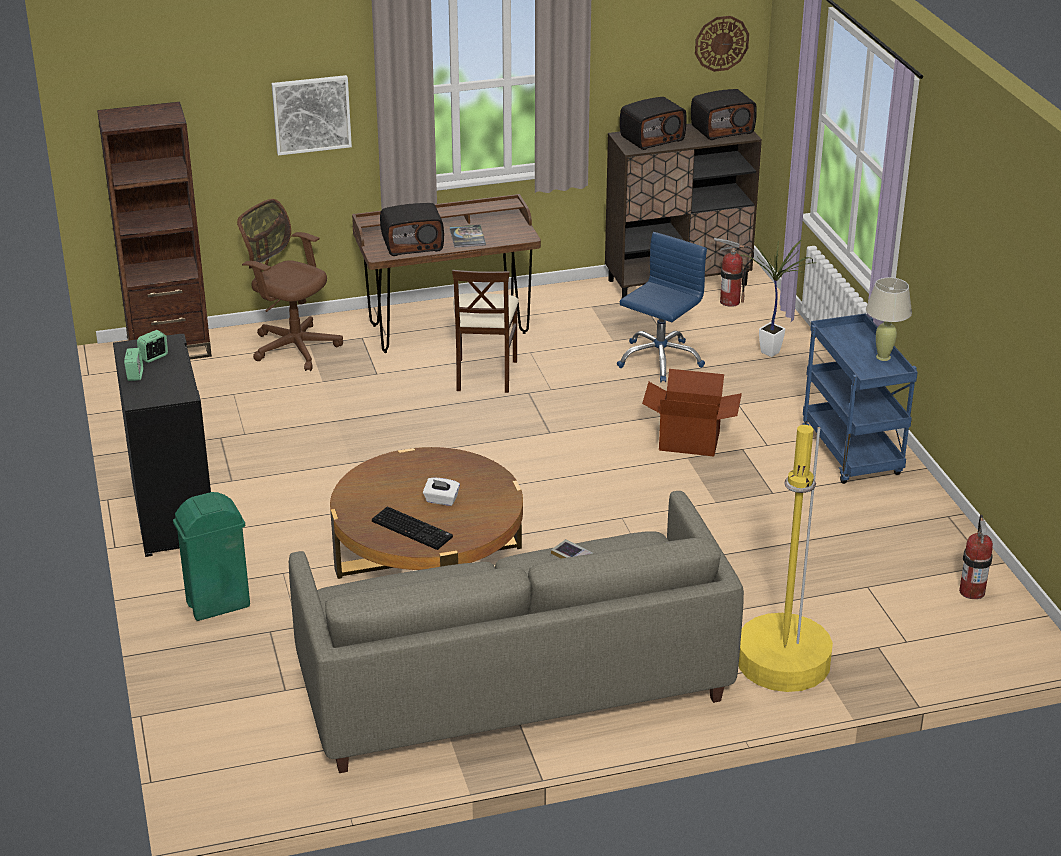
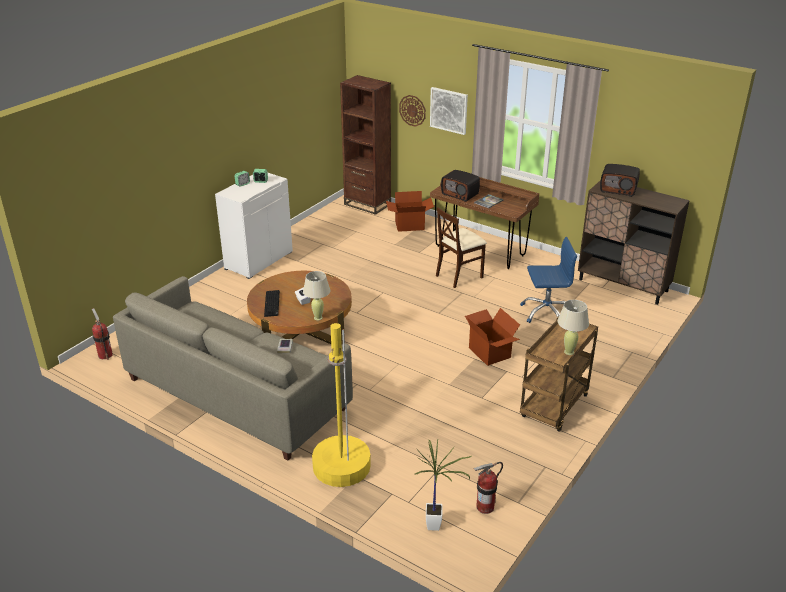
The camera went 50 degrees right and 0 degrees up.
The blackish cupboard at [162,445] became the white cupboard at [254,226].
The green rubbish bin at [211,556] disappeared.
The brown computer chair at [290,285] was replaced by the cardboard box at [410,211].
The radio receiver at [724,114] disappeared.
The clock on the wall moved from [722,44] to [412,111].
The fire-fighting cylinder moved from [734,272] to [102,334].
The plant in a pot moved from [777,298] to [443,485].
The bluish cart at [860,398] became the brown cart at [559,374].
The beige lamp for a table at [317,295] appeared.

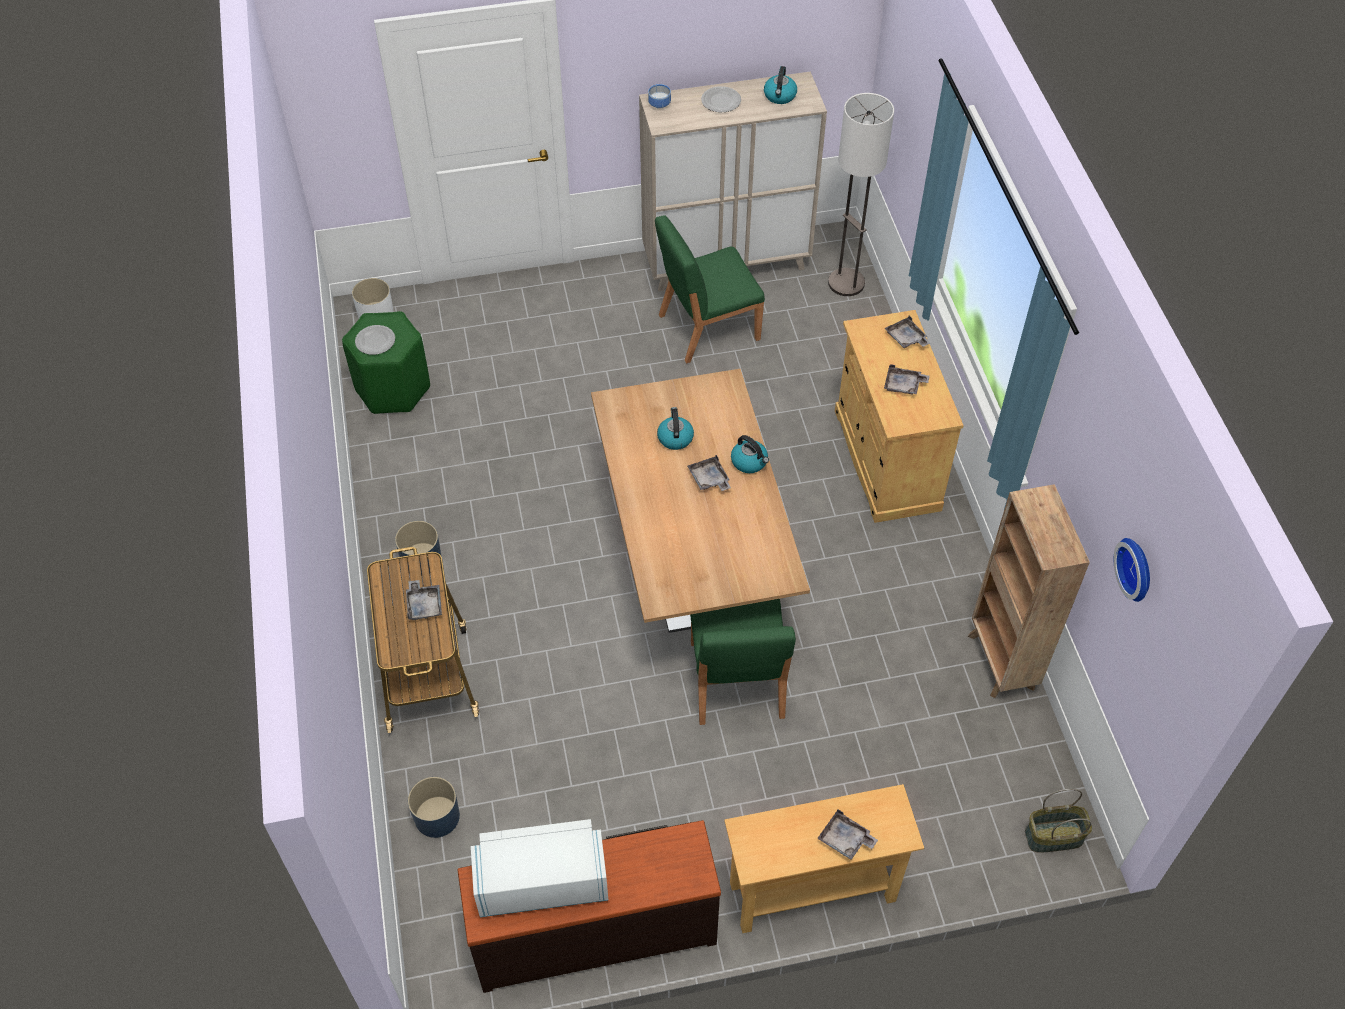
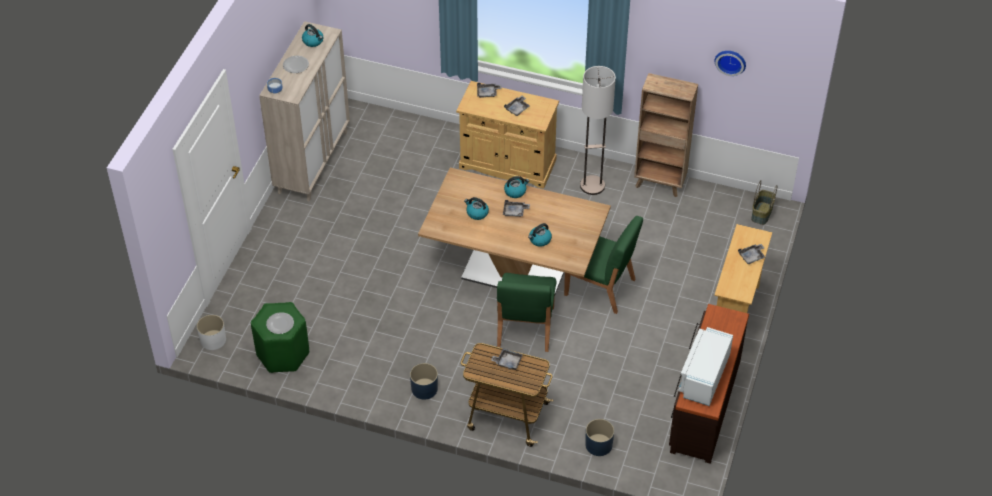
The camera went 60 degrees left and 5 degrees down.
The green chair moved from [710,289] to [526,312].
The standard lamp moved from [861,194] to [598,130].
The kettle at [540,235] appeared.

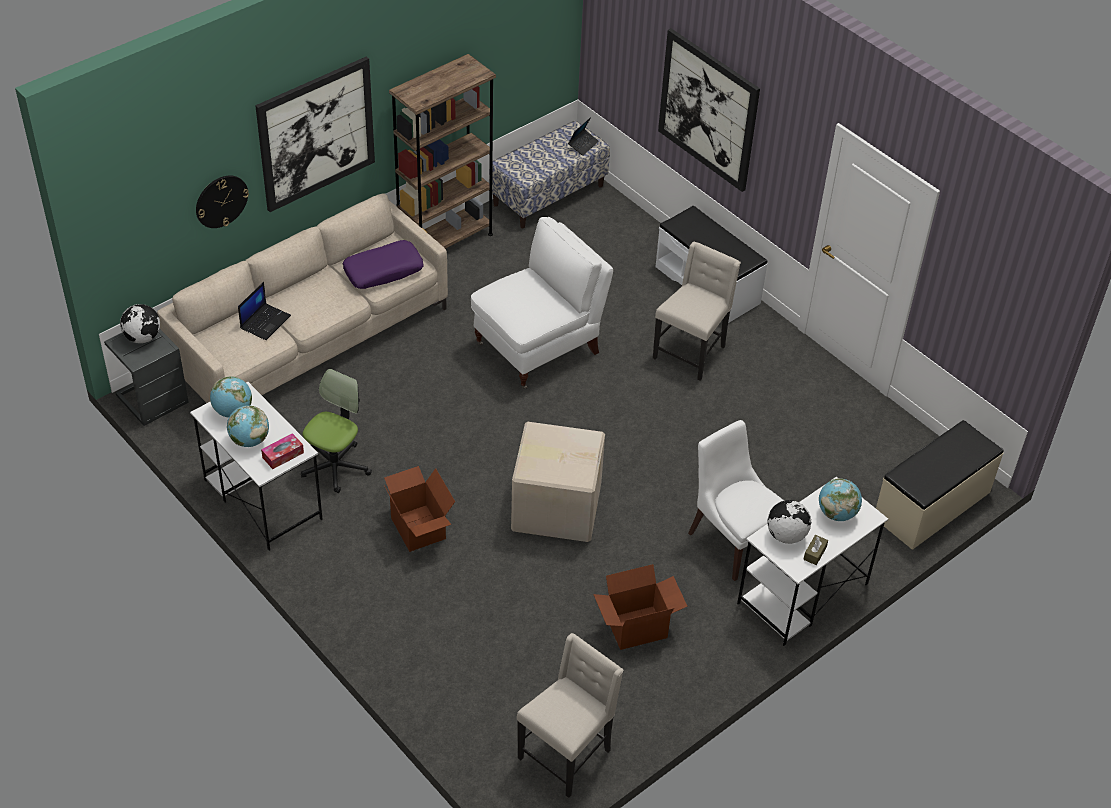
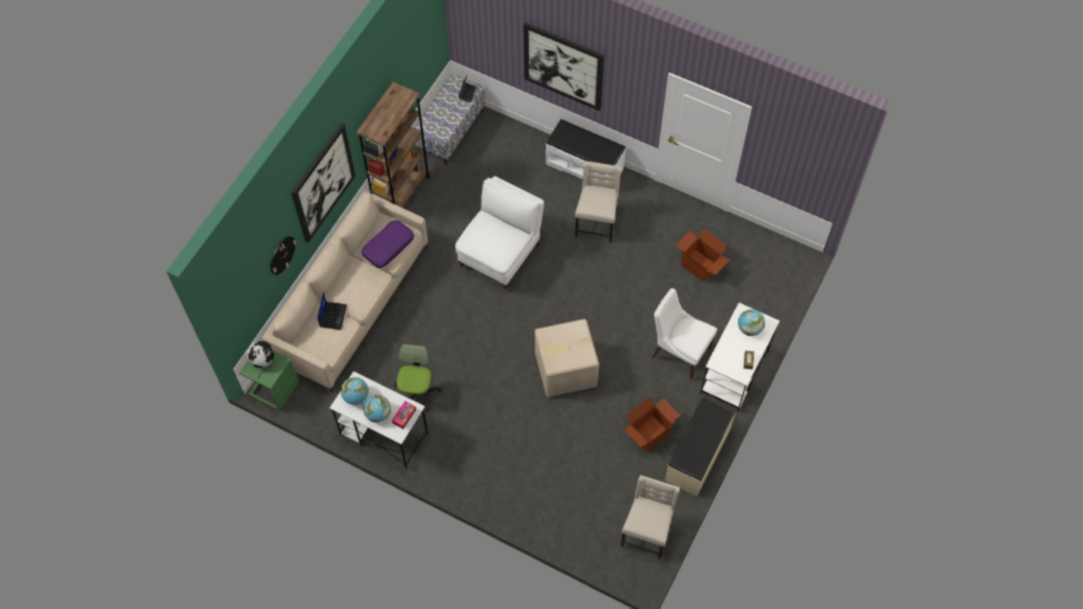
The camera went 20 degrees left and 15 degrees up.
The greyish end table at [146,377] became the green end table at [269,381].
The cardboard box moved from [419,509] to [703,255].
The globe at [789,522] disappeared.
The beige long seat moved from [940,485] to [700,447].

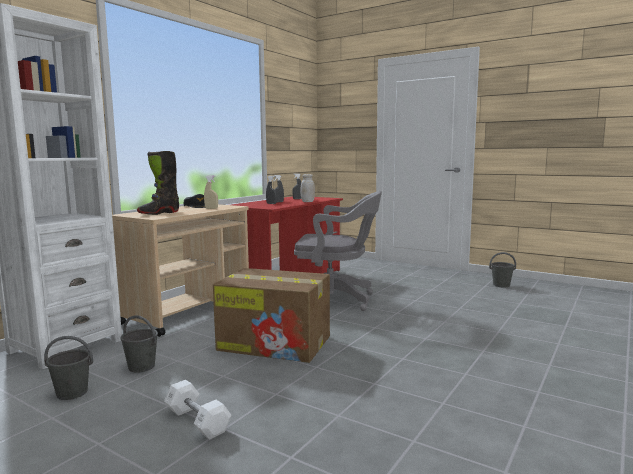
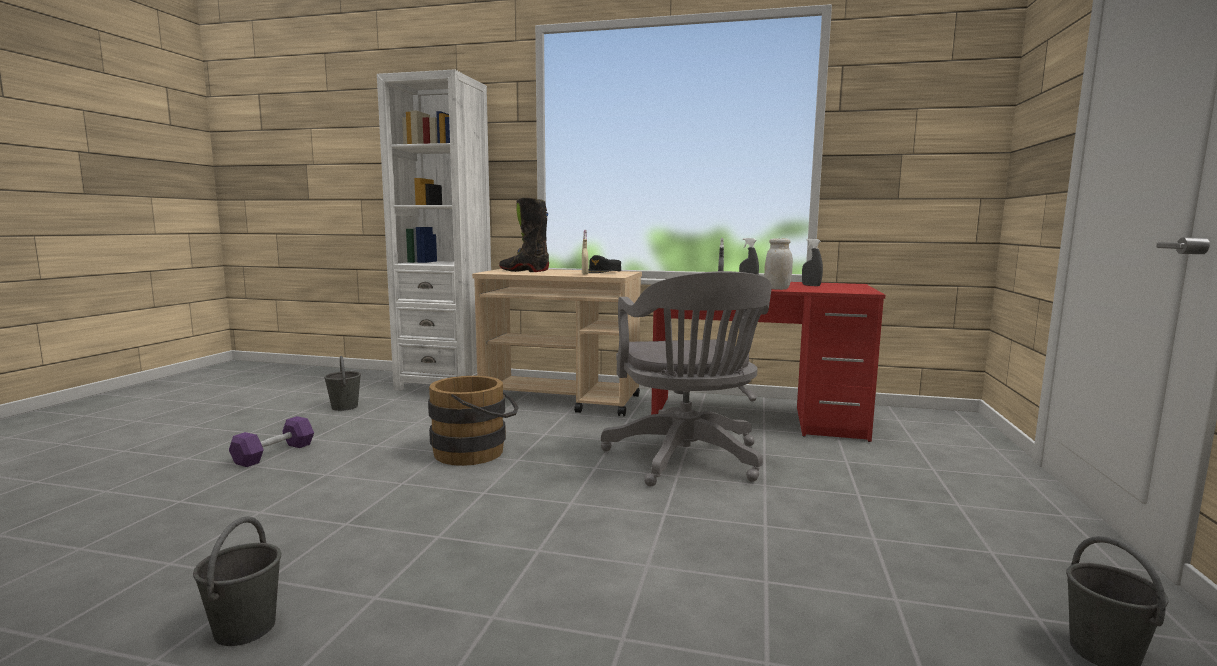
The camera went 70 degrees right and 0 degrees up.
The greyish water bucket moved from [139,344] to [237,581].
The white hand weight at [197,410] became the purple-coloured hand weight at [271,441].
The cardboard box at [271,315] was replaced by the brown water bucket at [473,421].

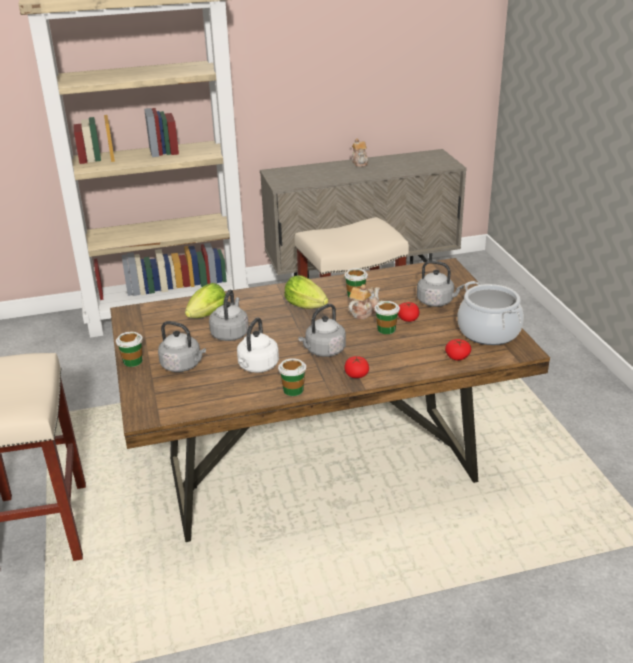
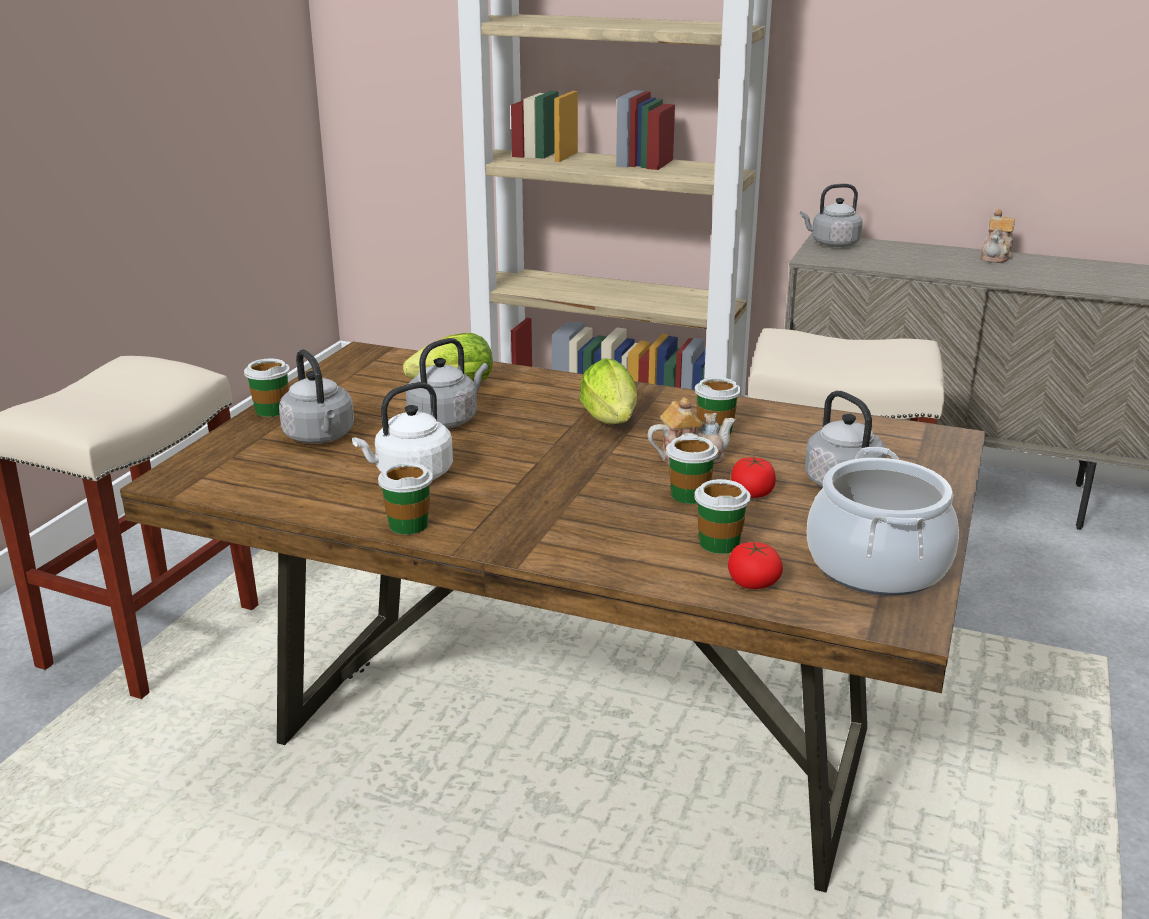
The camera went 35 degrees right and 5 degrees down.
The greyish kettle moved from [322,330] to [831,215].
The whole tomato at [356,367] disappeared.
The small cup at [722,516] appeared.

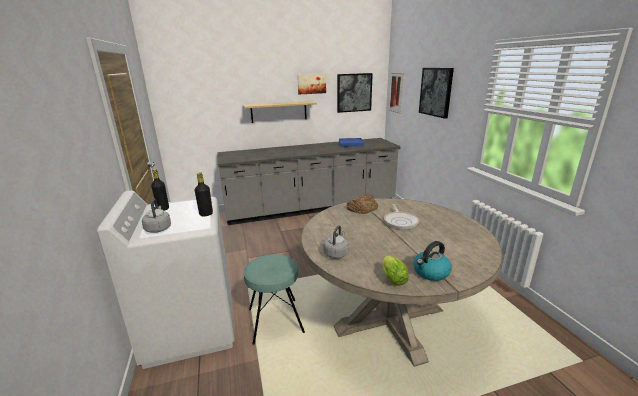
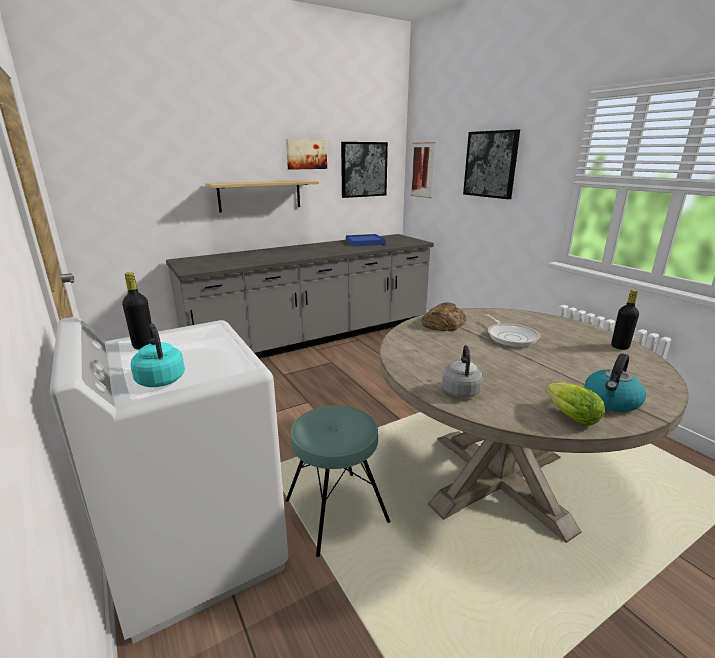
The camera went 15 degrees left and 0 degrees up.
The greyish kettle at [156,216] became the turquoise-coloured kettle at [158,355].
The blackish bottle moved from [204,194] to [625,319].

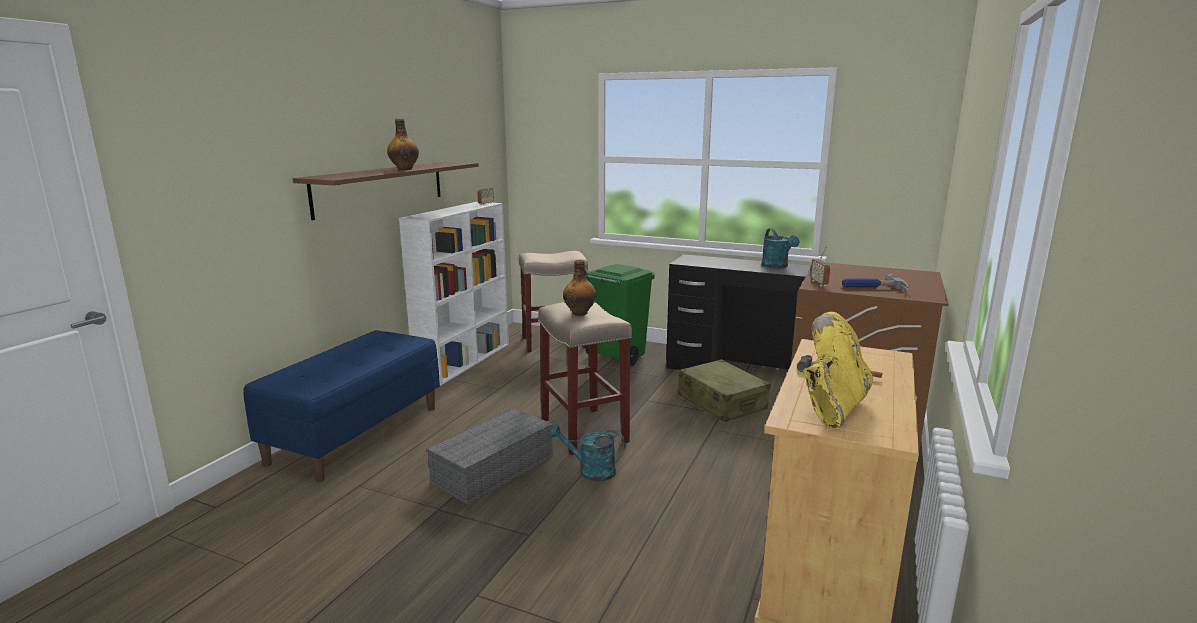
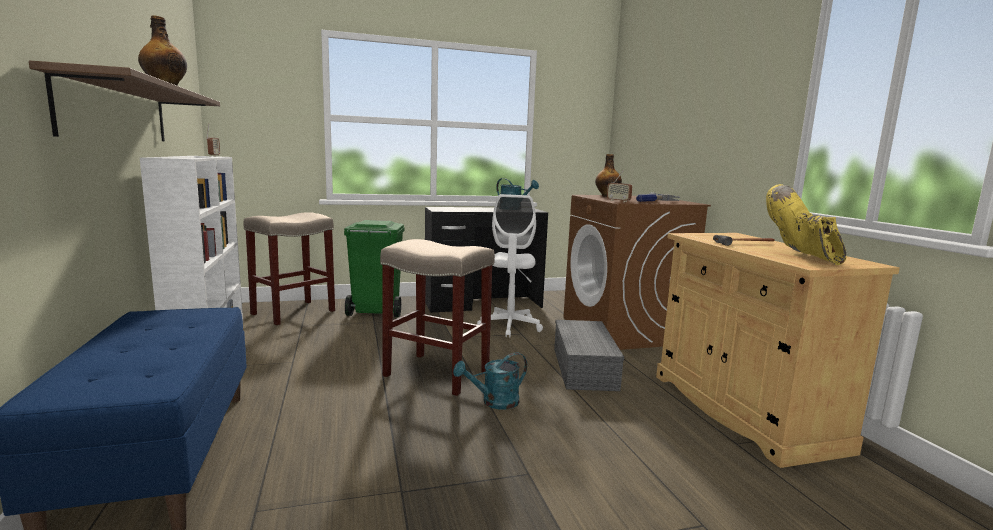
The camera went 40 degrees left and 5 degrees down.
The greyish storage bin moved from [489,457] to [589,355].
The bottle moved from [579,288] to [608,175].
The beige travel case at [724,390] was replaced by the white computer chair at [510,266].

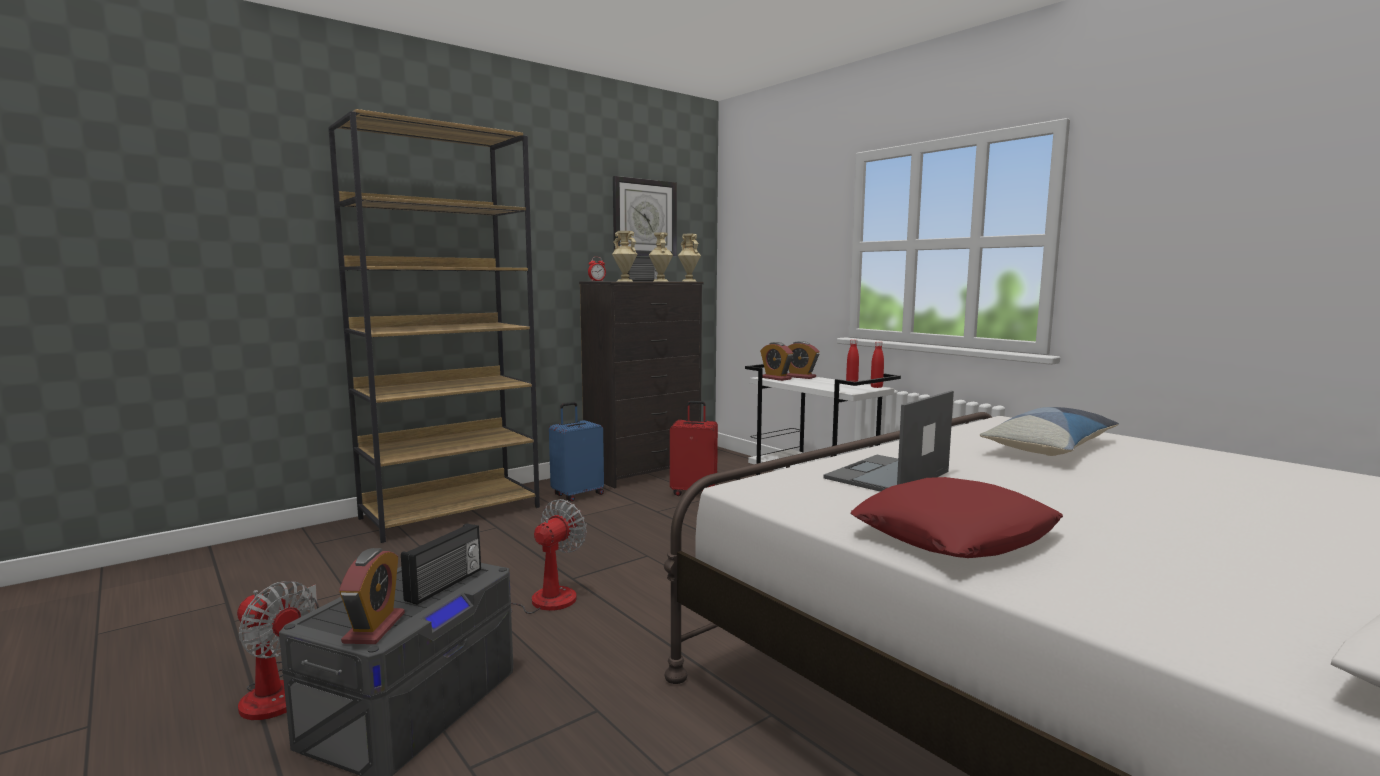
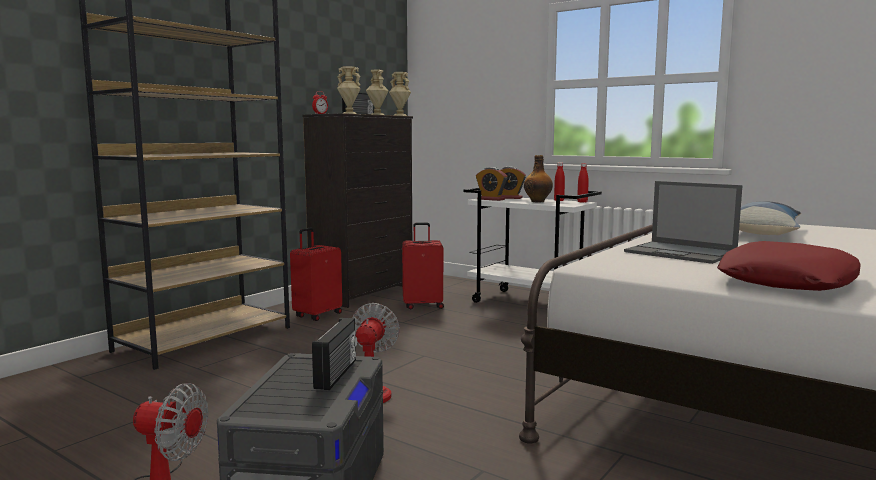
The camera went 15 degrees left and 0 degrees up.
The bedside clock at [372,596] disappeared.
The bluish travel case at [576,452] became the red-coloured travel case at [316,274].
The clock on the wall at [645,216] disappeared.
The portable computer at [888,441] turned 75 degrees counterclockwise.
The bottle at [538,178] appeared.

